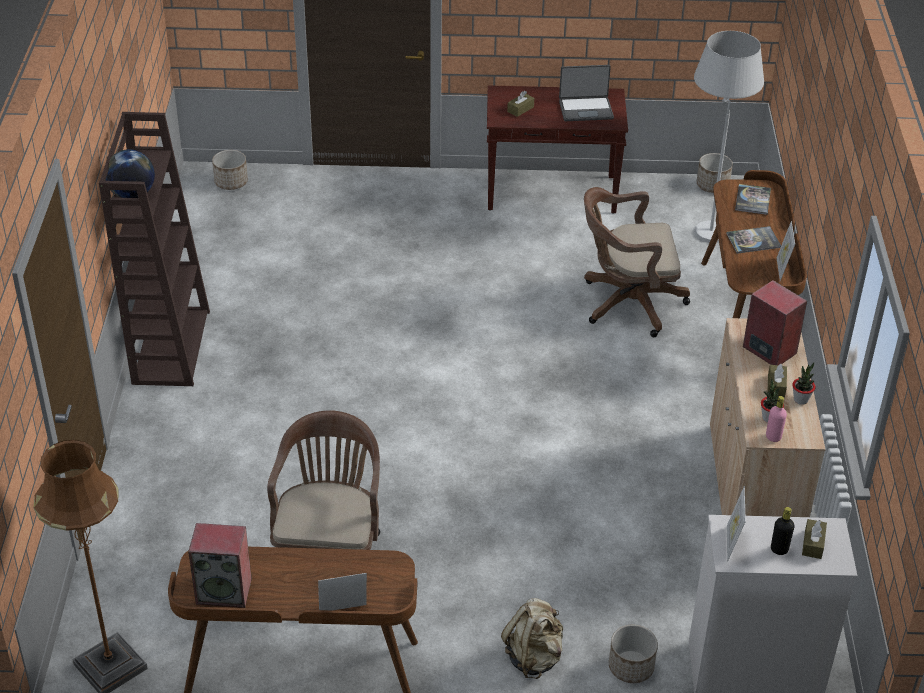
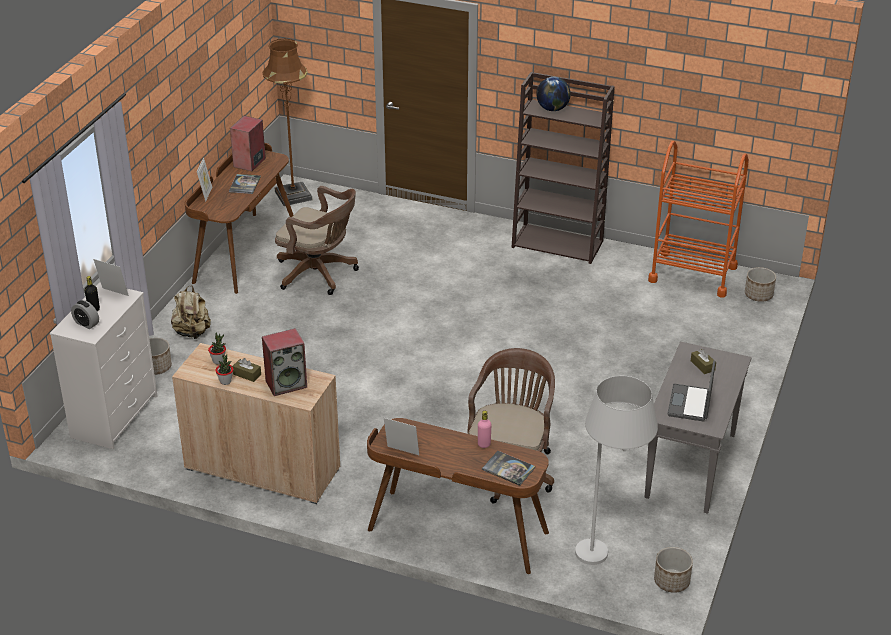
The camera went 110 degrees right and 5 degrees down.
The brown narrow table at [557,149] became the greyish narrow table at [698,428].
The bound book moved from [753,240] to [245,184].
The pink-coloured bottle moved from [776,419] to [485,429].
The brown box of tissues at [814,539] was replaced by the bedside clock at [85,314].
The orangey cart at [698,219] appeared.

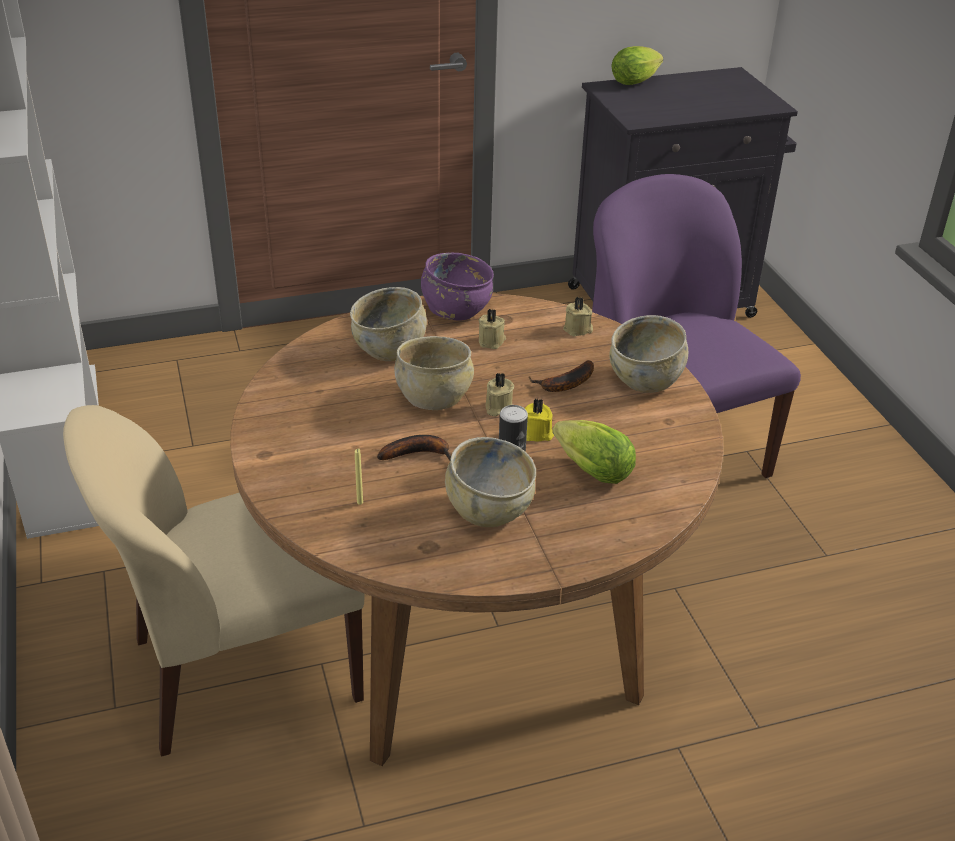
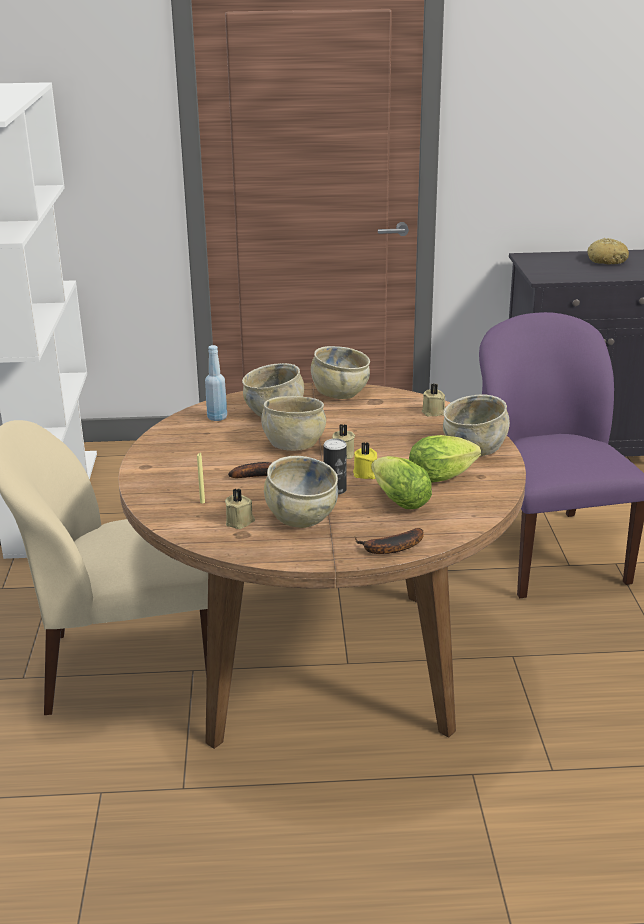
The camera went 15 degrees right and 10 degrees down.
The purple-coloured serving bowl at [457,287] became the beige serving bowl at [340,372].
The beige candle moved from [492,329] to [240,508].
The banana fruit moved from [561,376] to [389,541].
The lettuce head moved from [637,65] to [445,459].
The bluish bottle at [216,383] appeared.
The bakery bread at [608,251] appeared.

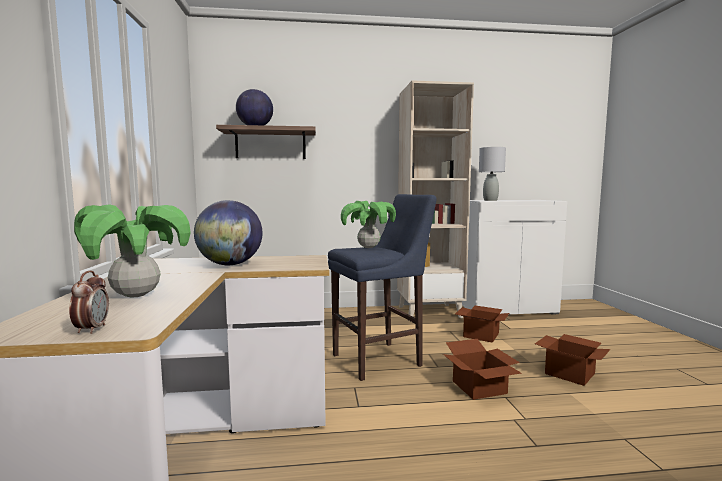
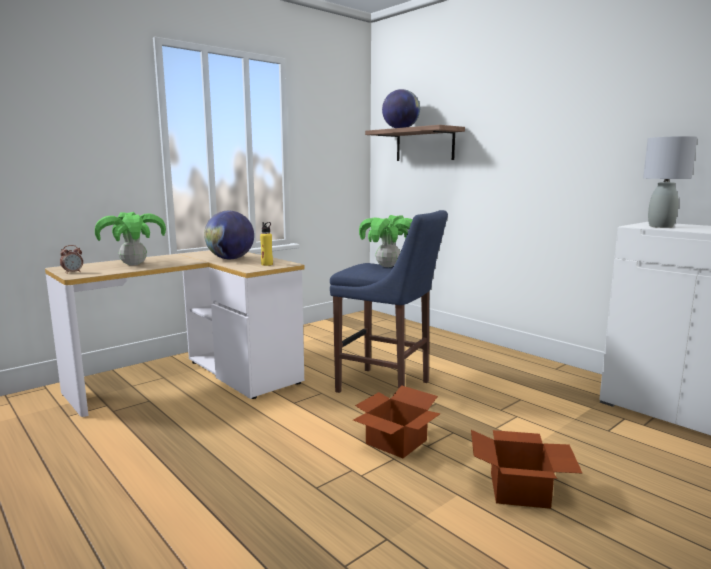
The camera went 55 degrees right and 5 degrees up.
The beige bookshelf at [435,199] disappeared.
The cardboard box at [482,324] disappeared.
The yellow-coloured bottle at [266,244] appeared.

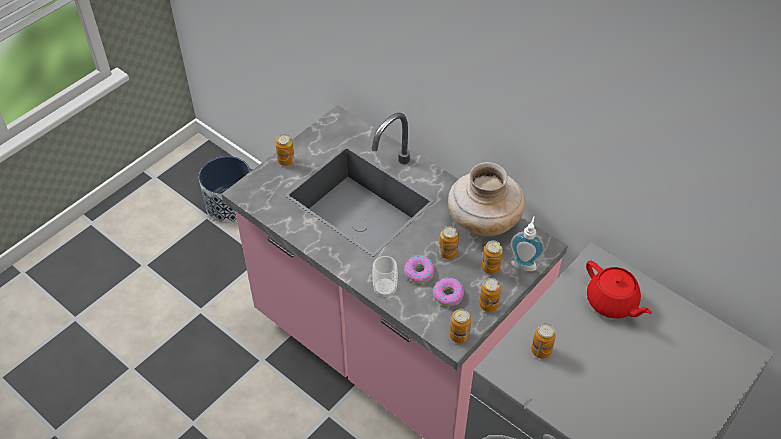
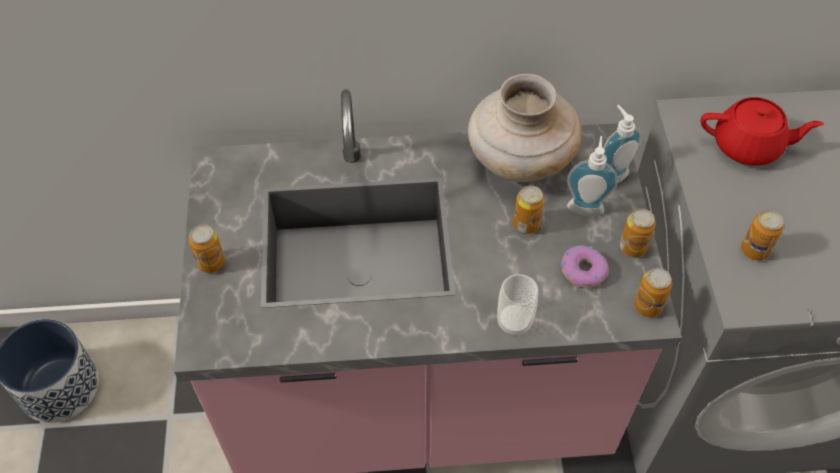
The camera went 45 degrees left and 5 degrees up.
The donut at [419,269] disappeared.
The metal can at [492,257] was replaced by the liquid soap bottle at [592,176].

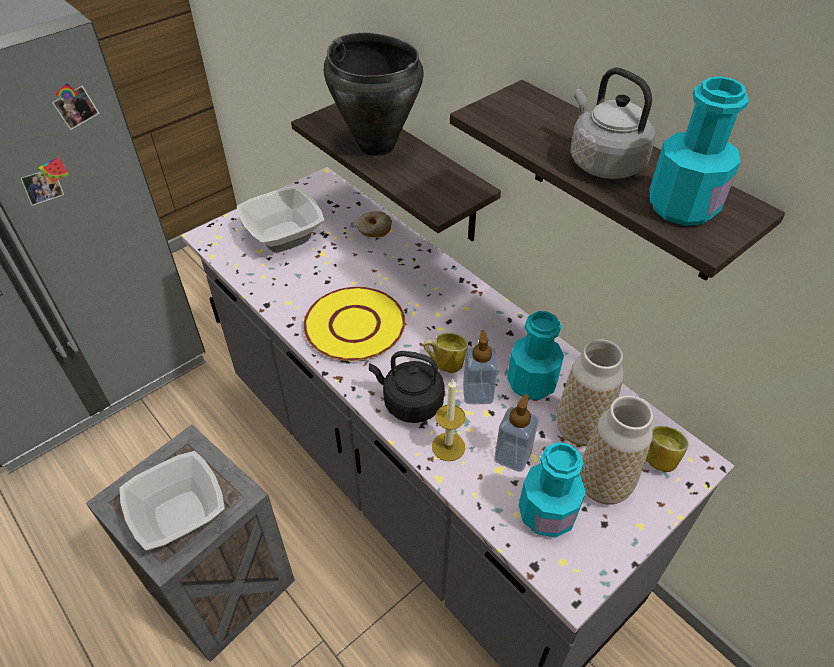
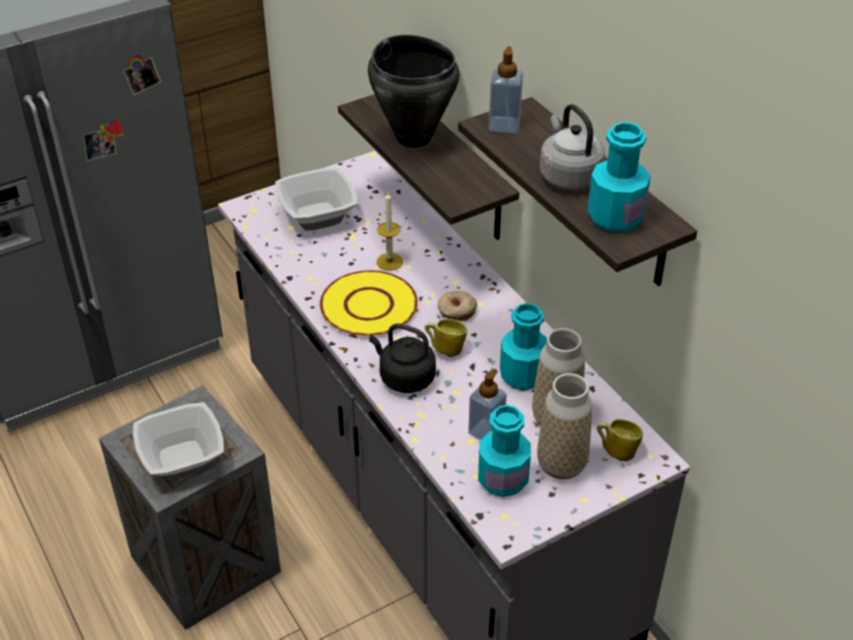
The camera went 10 degrees right and 5 degrees down.
The donut moved from [374,224] to [457,306].
The candle moved from [449,420] to [389,231].
The liquid soap bottle moved from [480,367] to [506,89].

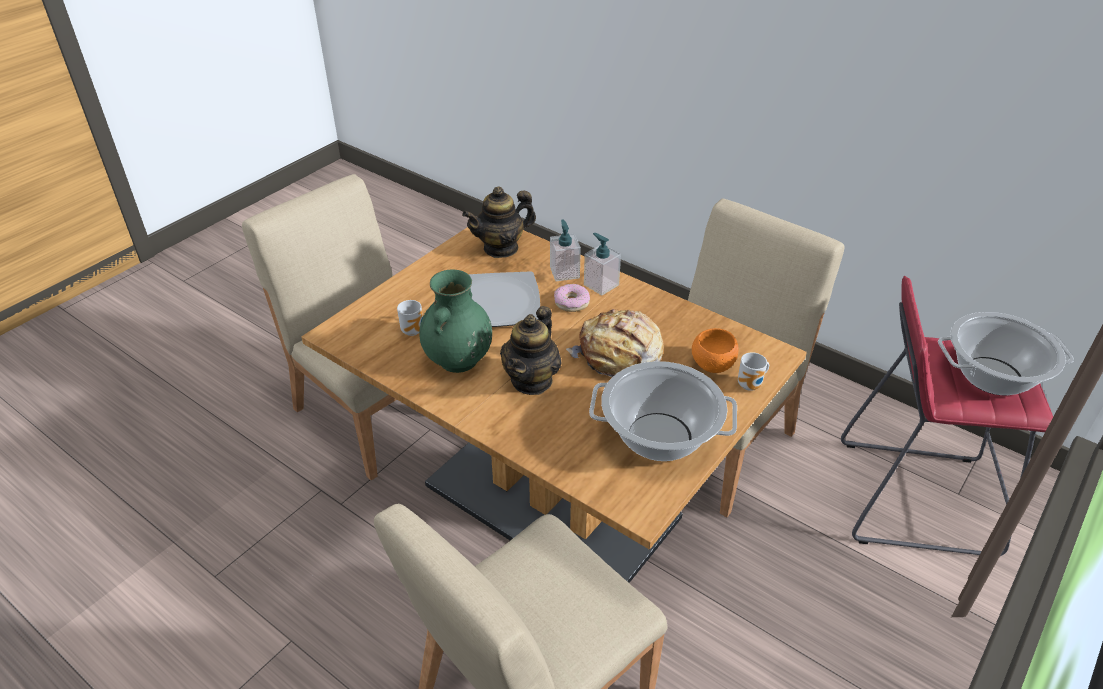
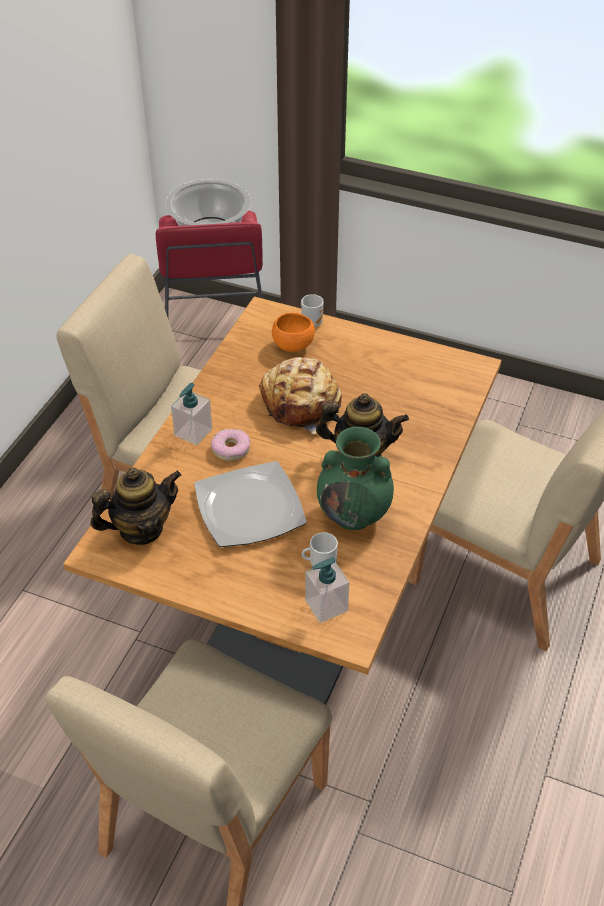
The camera went 105 degrees left and 5 degrees up.
The tea pot at [499,222] turned 75 degrees counterclockwise.
The liquid soap bottle moved from [565,250] to [327,590].
The saucepot at [663,411] disappeared.

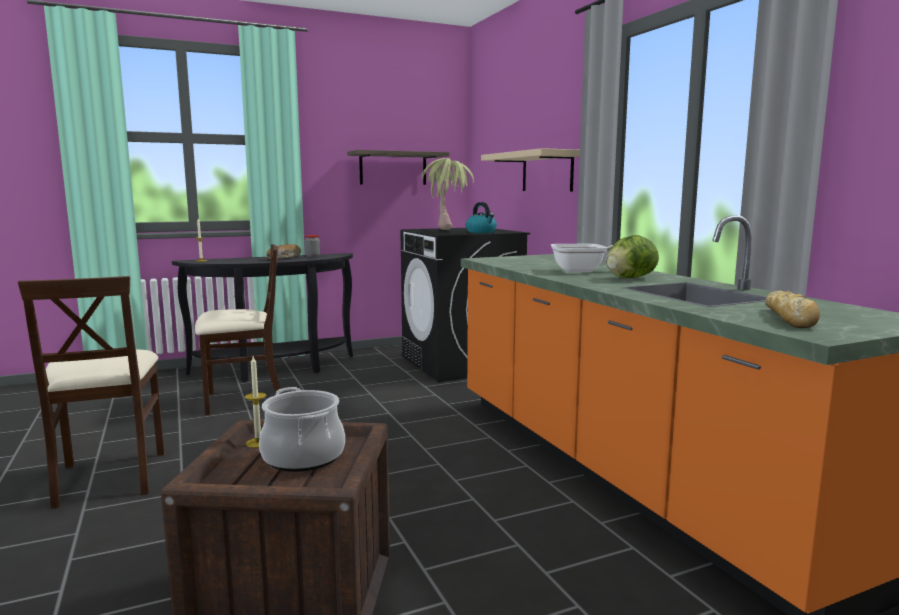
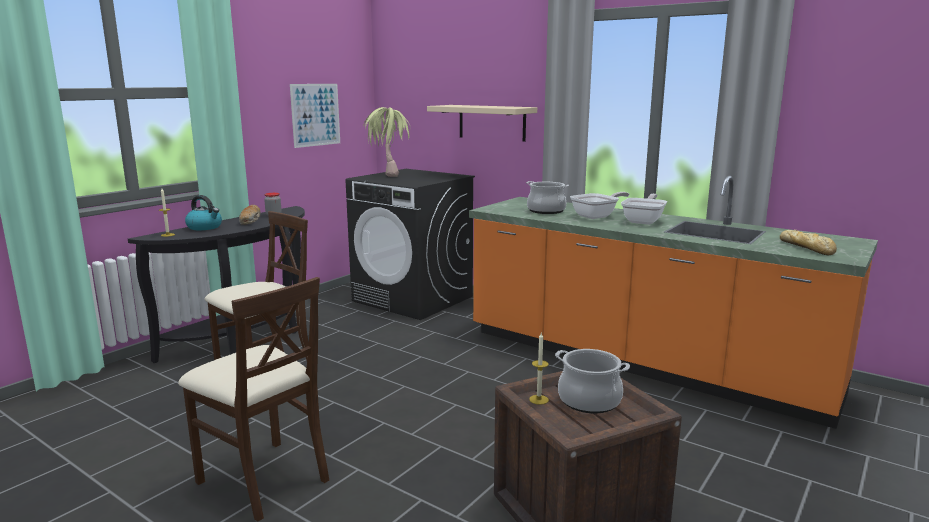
The camera went 30 degrees left and 5 degrees up.
The wall shelf at [398,167] was replaced by the wall art at [315,116].
The kettle moved from [481,217] to [203,212].
The lettuce head at [632,256] was replaced by the pan at [644,209].
The saucepot at [547,197] appeared.

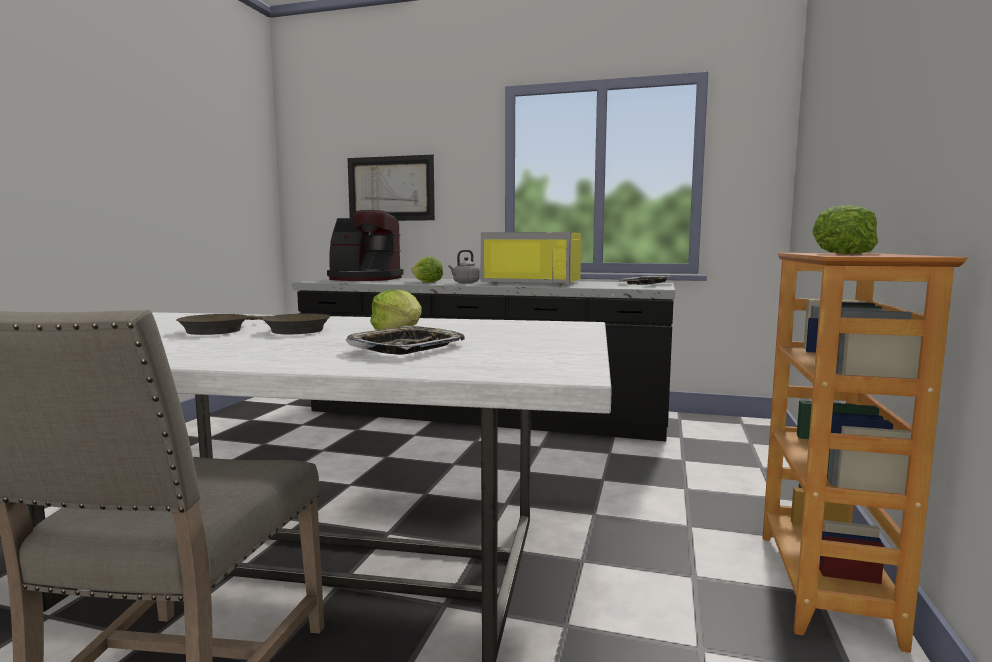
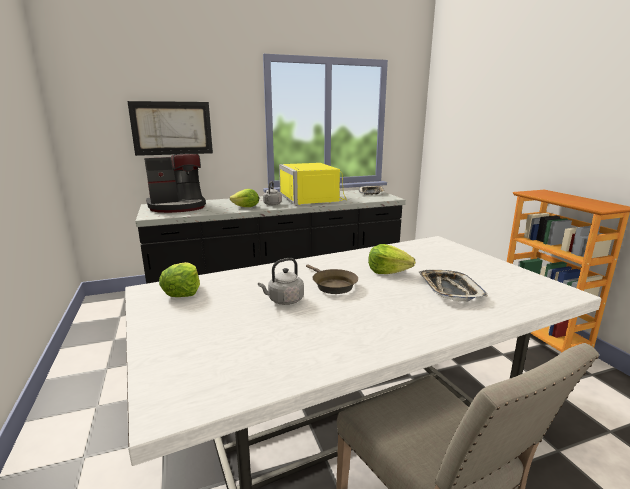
The camera went 35 degrees left and 10 degrees up.
The brown pan at [221,324] was replaced by the greyish kettle at [281,281].
The yellow-coloured kitchen microwave at [531,259] turned 90 degrees clockwise.
The lettuce head moved from [845,229] to [179,279].

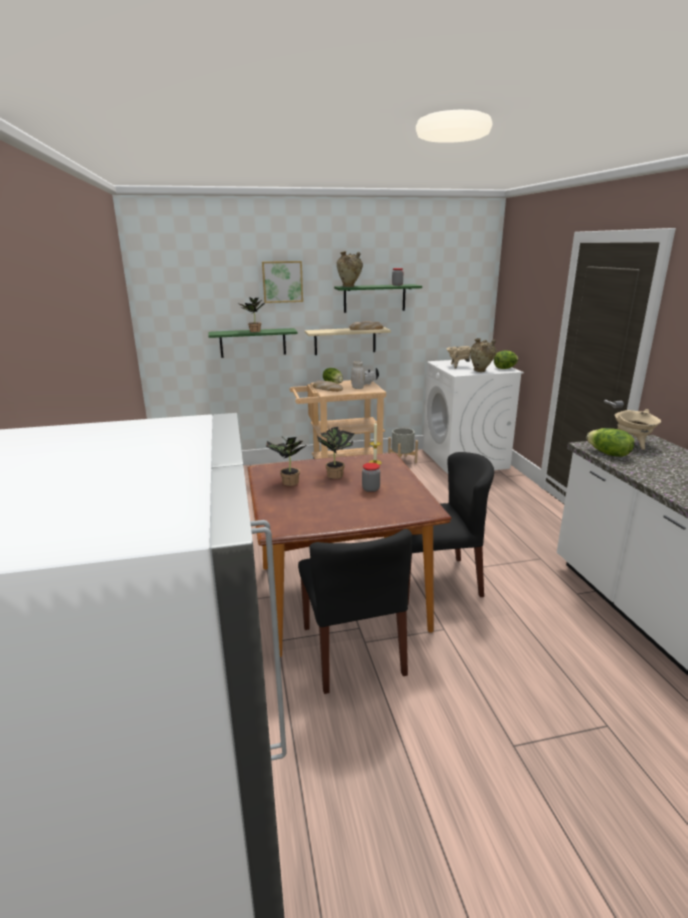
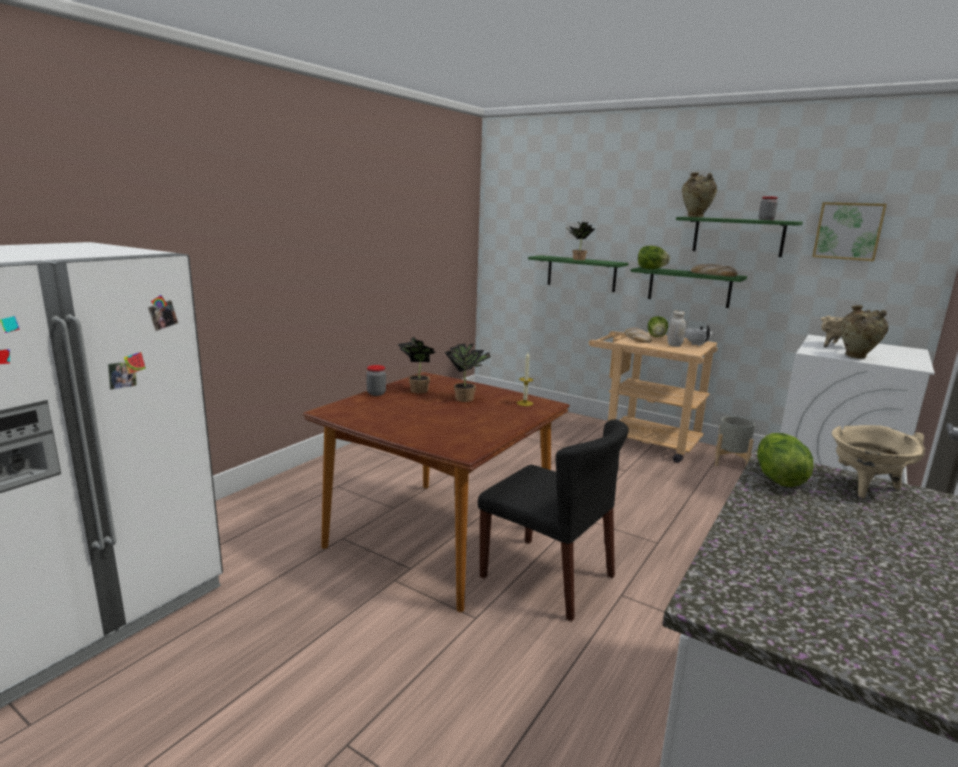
The camera went 45 degrees right and 5 degrees down.
The wall art moved from [282,282] to [849,231].
The blackish chair at [355,611] disappeared.
The beige wall shelf at [348,341] became the green wall shelf at [689,287].
The preserve jar moved from [371,477] to [376,380].
The lettuce head moved from [506,360] to [654,257].

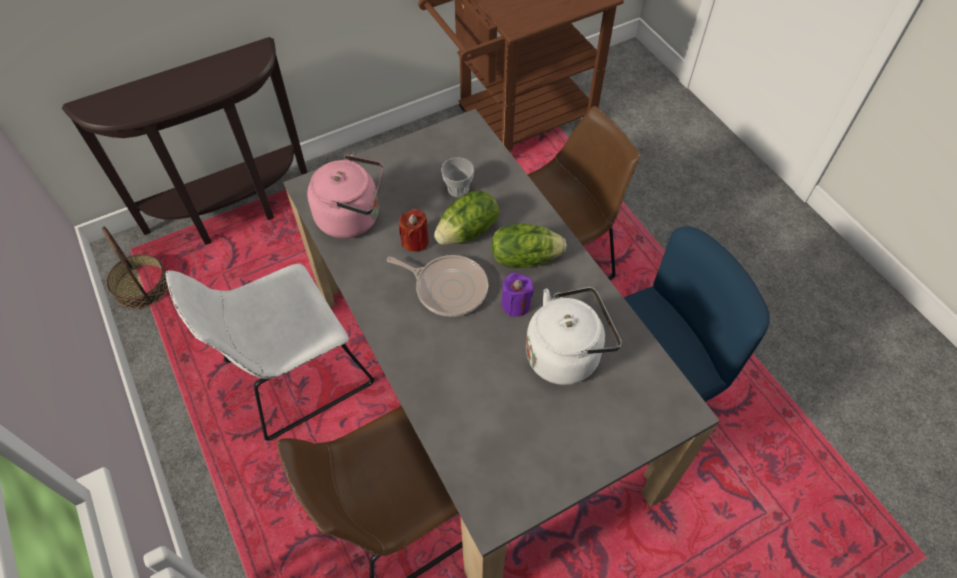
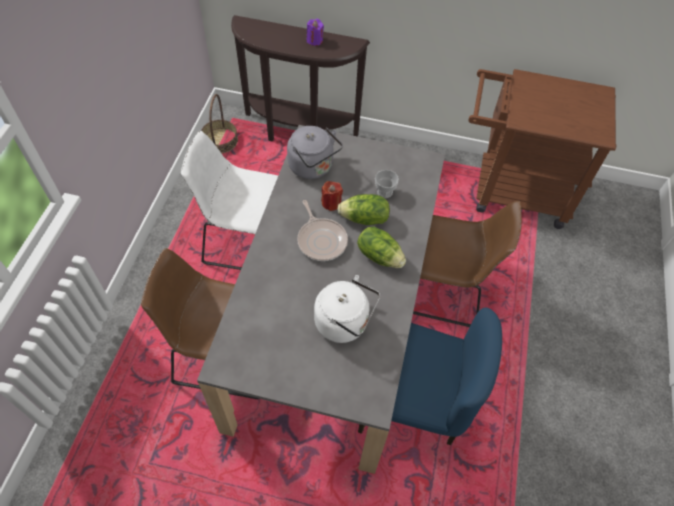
The camera went 40 degrees right and 0 degrees up.
The pink-coloured kettle at [345,196] became the greyish kettle at [315,152].
The purple-coloured candle moved from [517,295] to [315,32].

